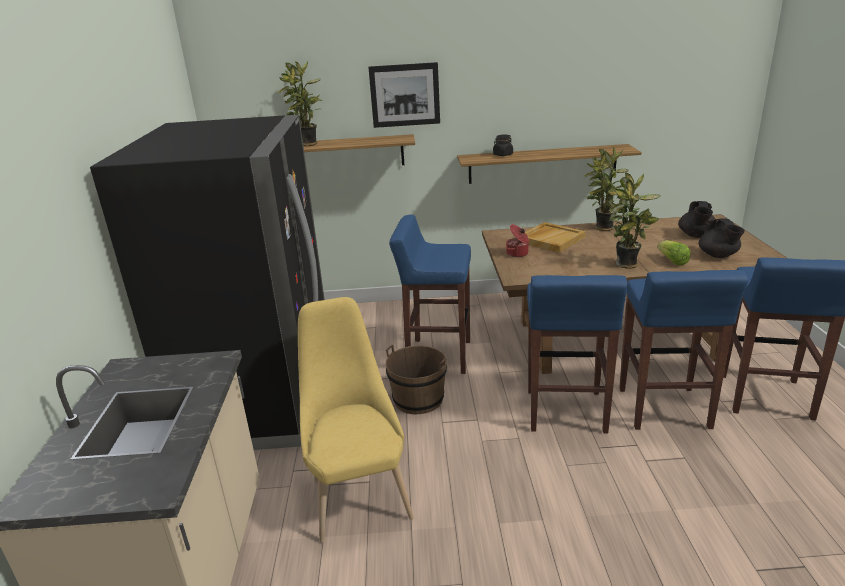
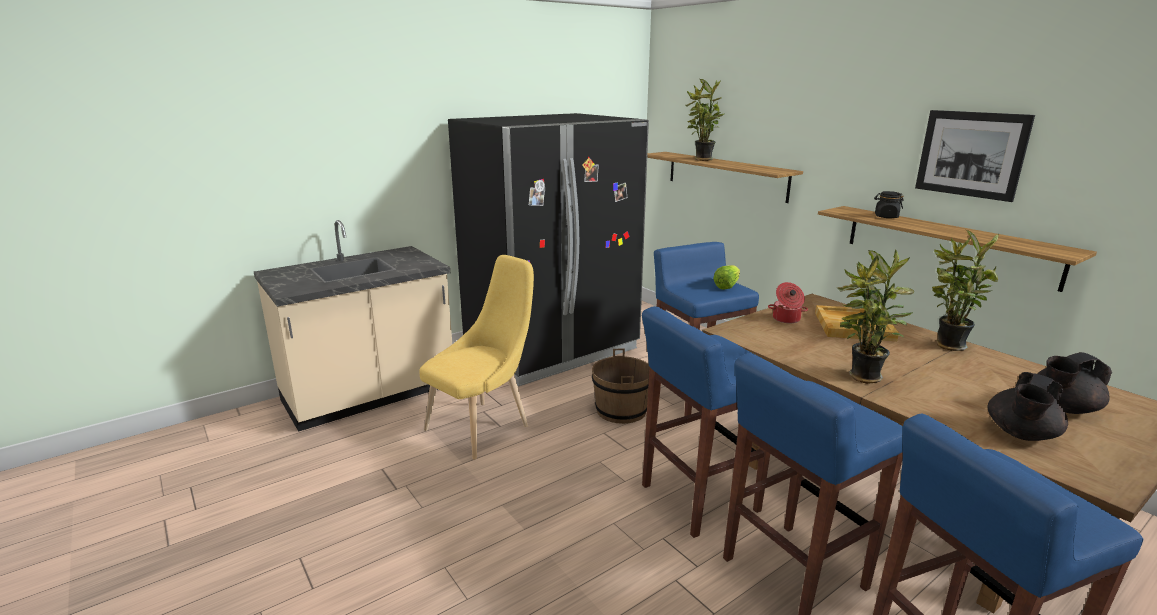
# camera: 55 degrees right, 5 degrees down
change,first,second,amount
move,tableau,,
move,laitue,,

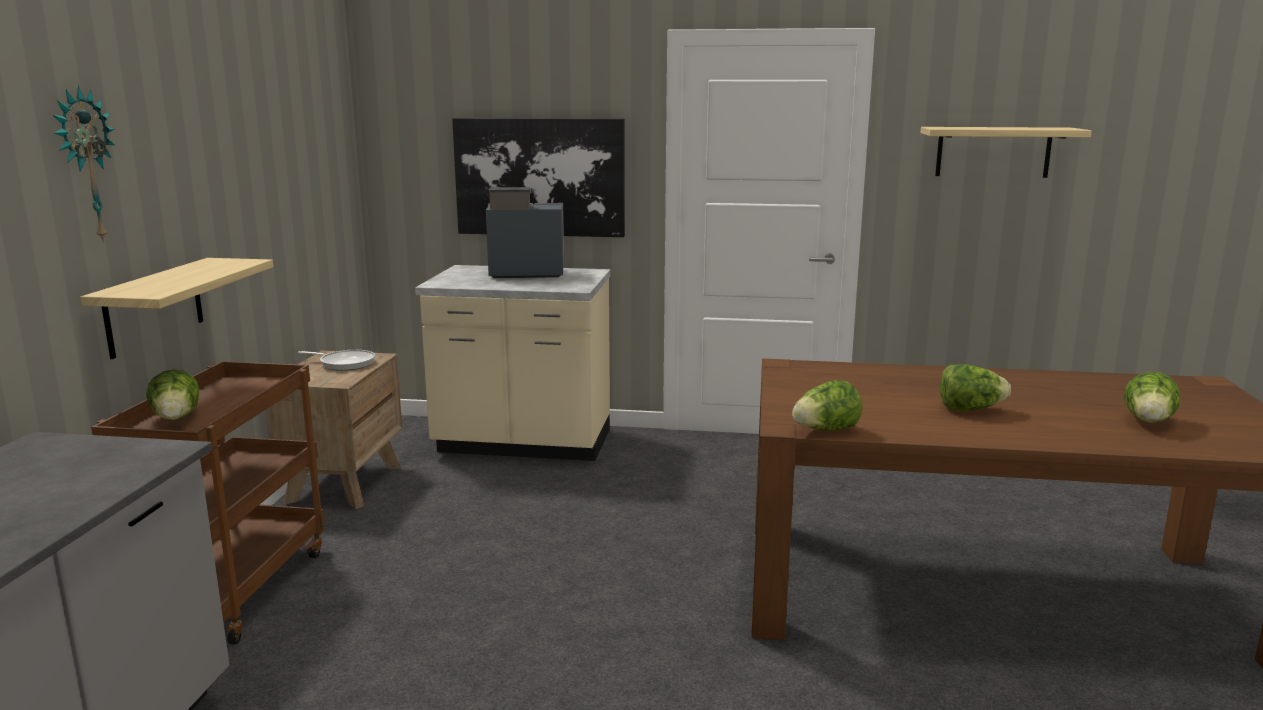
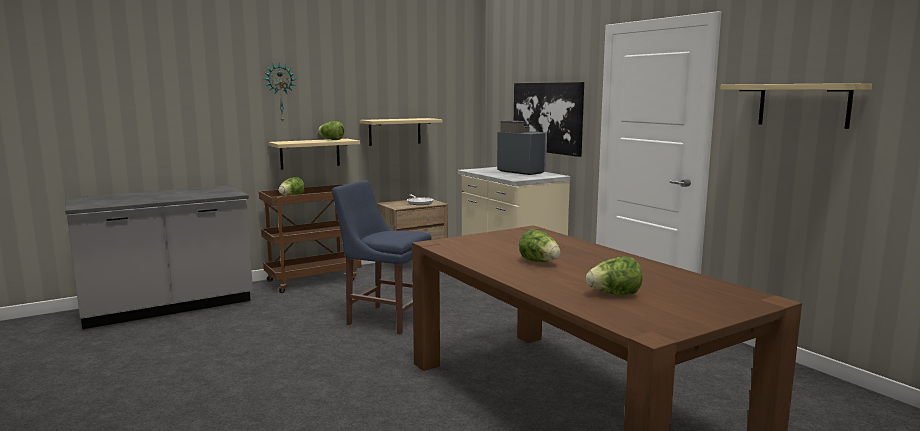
# camera: 50 degrees right, 5 degrees down
change,first,second,amount
move,laitue (2nd from left),,
insert,,chaise/bleu,
insert,,étagère (2nd from left),

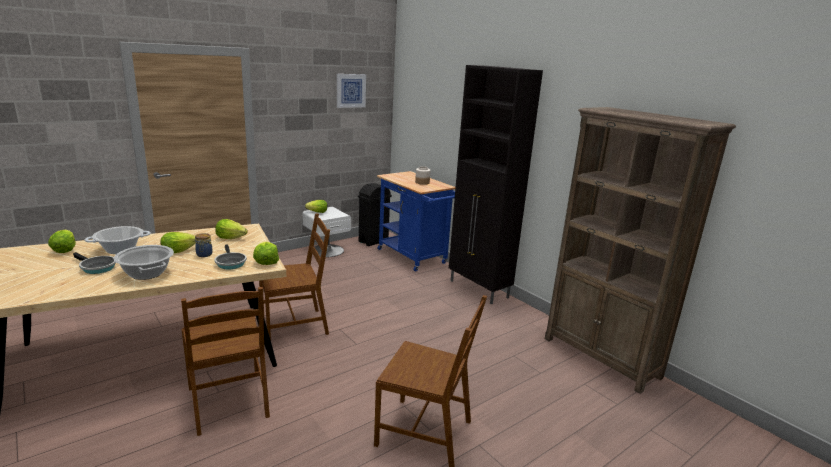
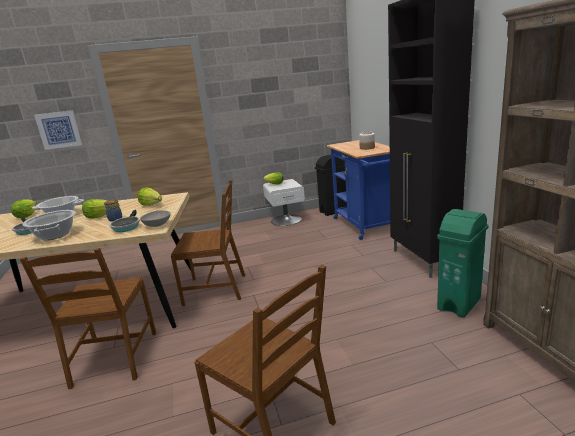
# camera: 25 degrees right, 0 degrees up
change,first,second,amount
replace,laitue (4th from left),bol/gris,
move,tableau,,
insert,,poubelle/vert,

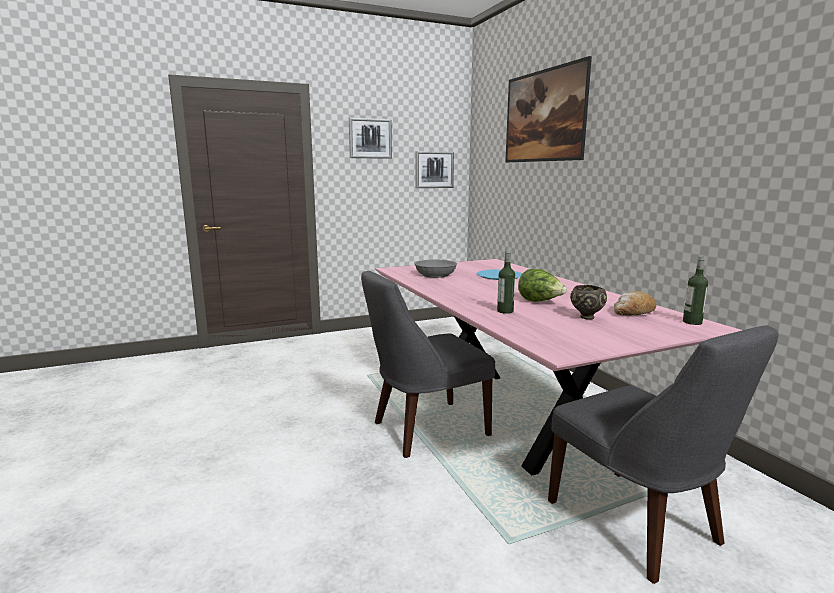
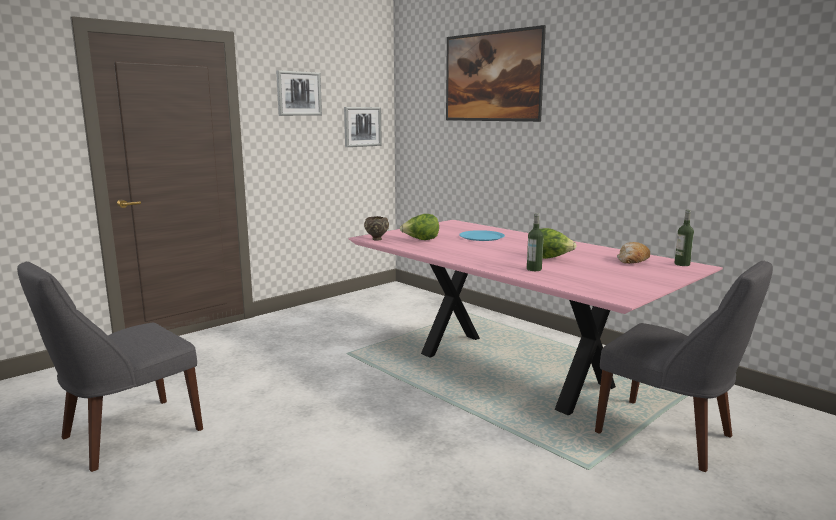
# camera: 20 degrees left, 0 degrees up
change,first,second,amount
move,chaise/gris (1st from left),,
replace,bol/gris,laitue (1st from left),
move,bol/marron,,

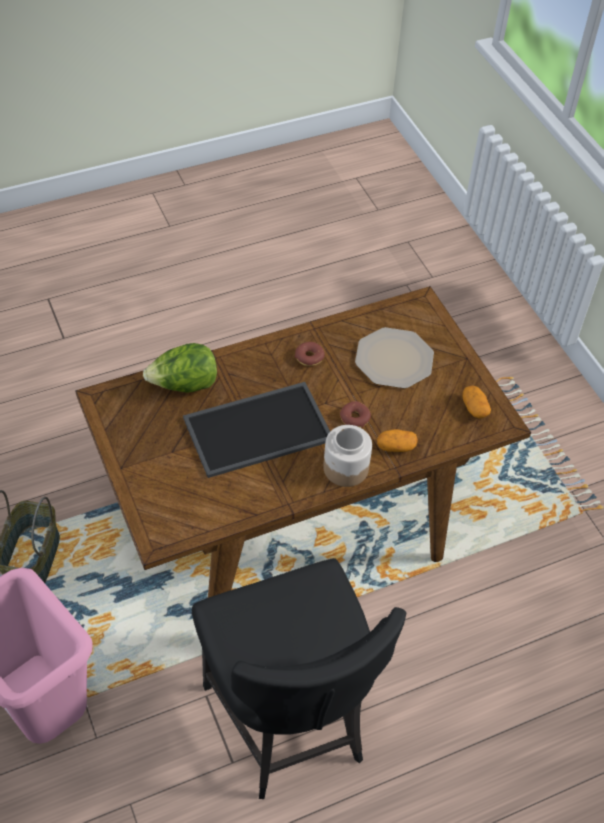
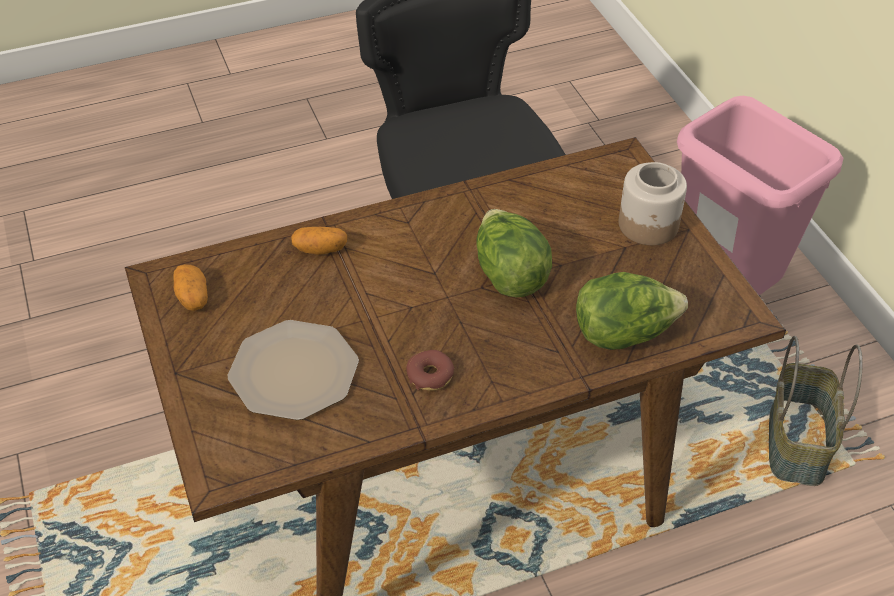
# camera: 175 degrees left, 5 degrees down
change,first,second,amount
replace,plateau,laitue (1st from left),
move,bocal,,
delete,beignet (2nd from left),,

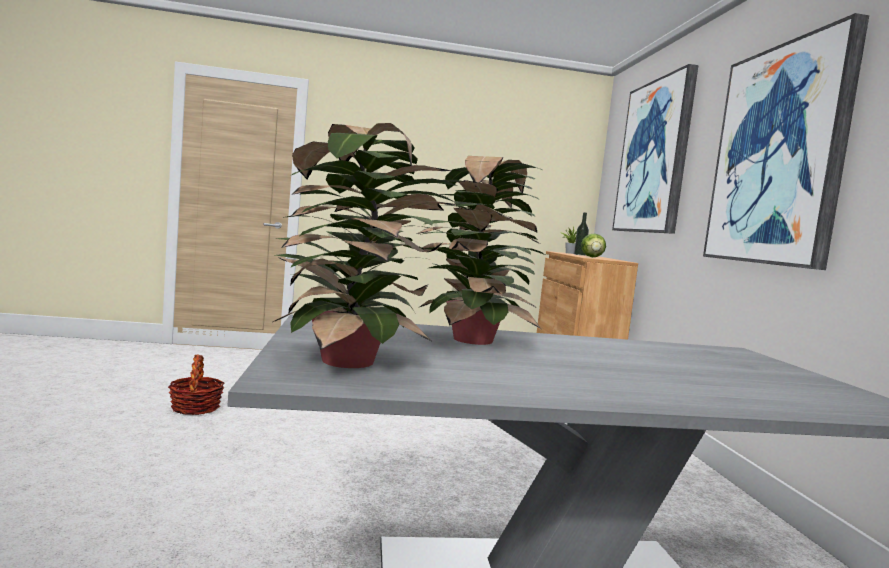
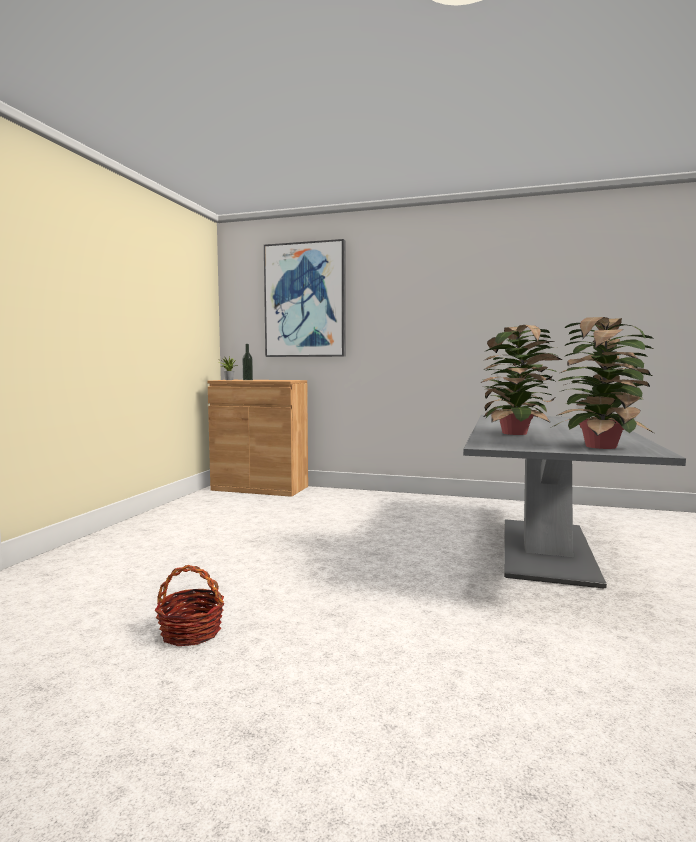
# camera: 65 degrees left, 0 degrees up
change,first,second,amount
delete,laitue,,
delete,tableau (2nd from left),,

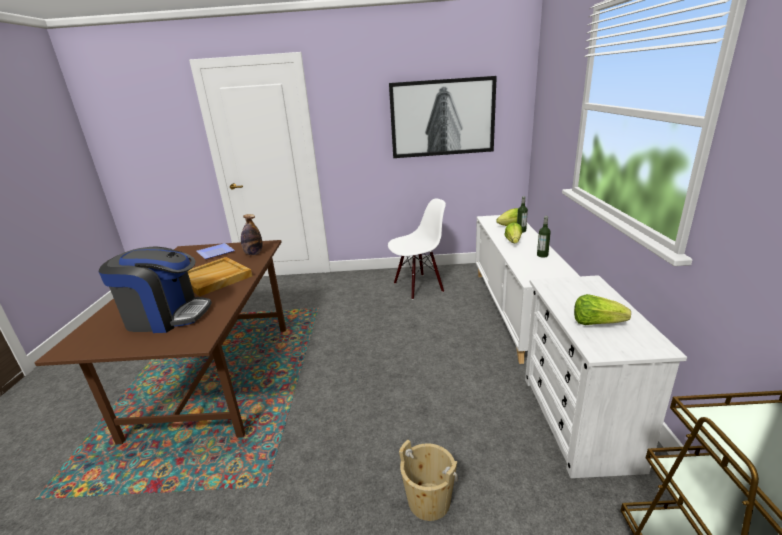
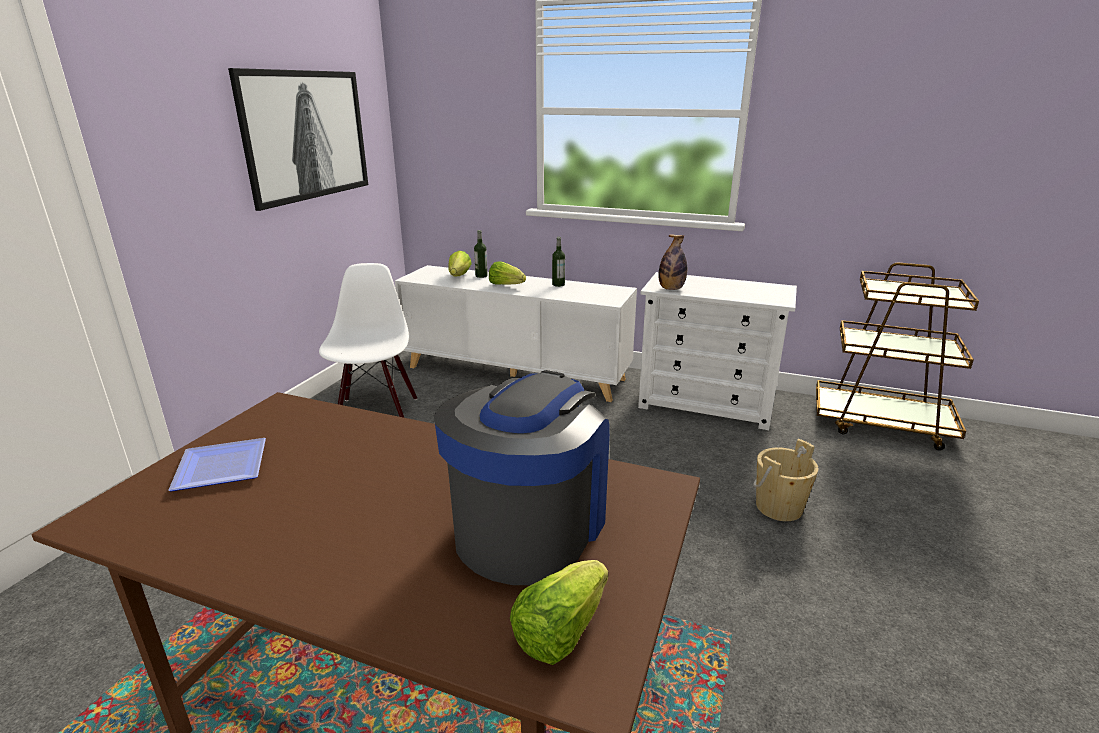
# camera: 70 degrees left, 0 degrees up
change,first,second,amount
delete,plateau/beige,,
move,bouteille (1st from left in the first image),bouteille (3rd from left),
move,laitue (3rd from left),,

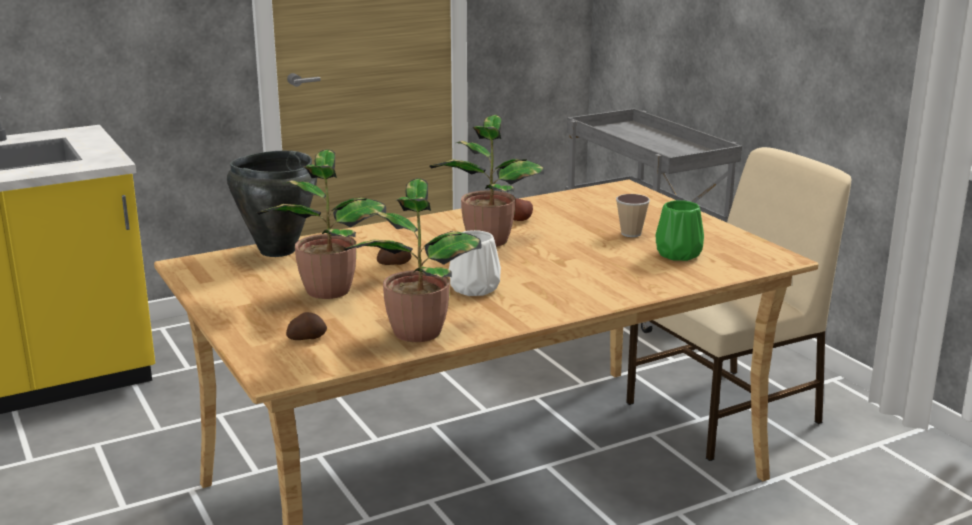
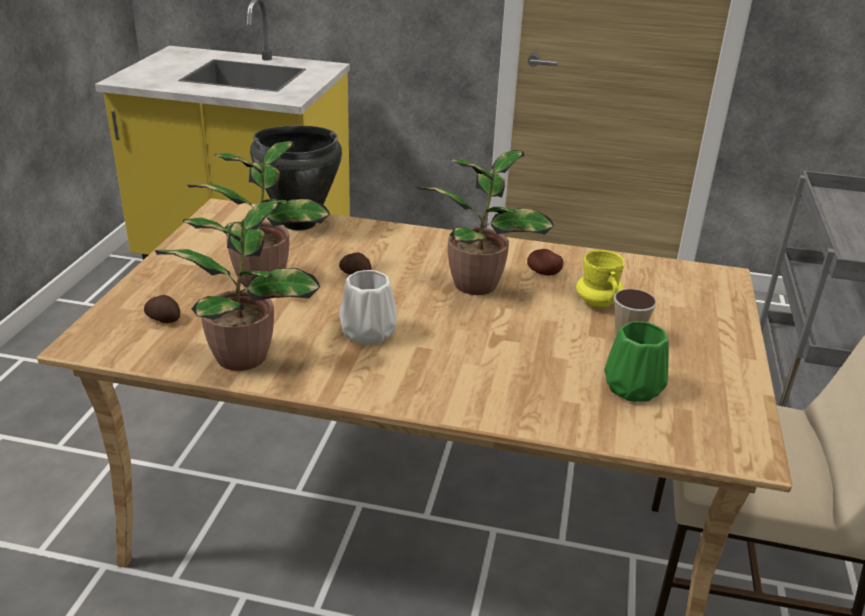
# camera: 40 degrees right, 10 degrees up
change,first,second,amount
insert,,mug/jaune,

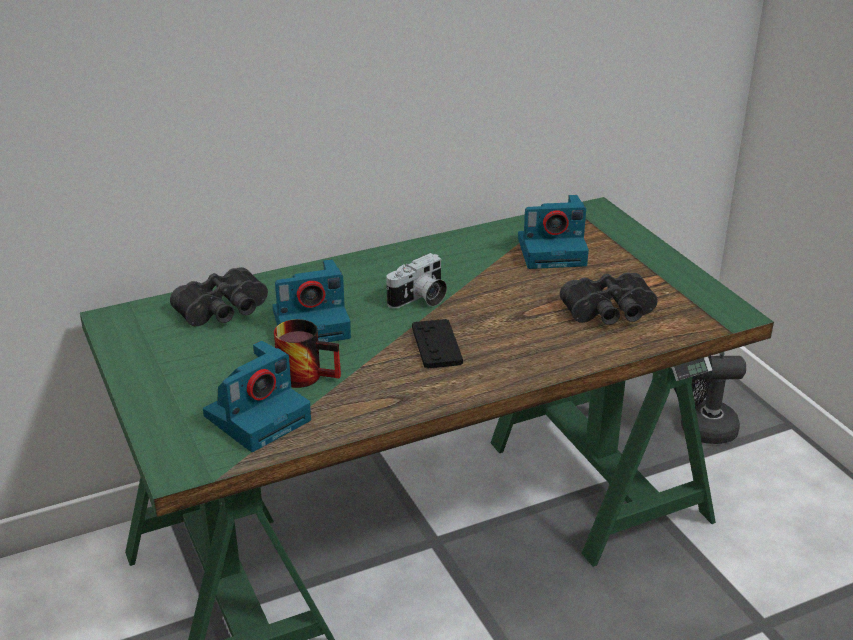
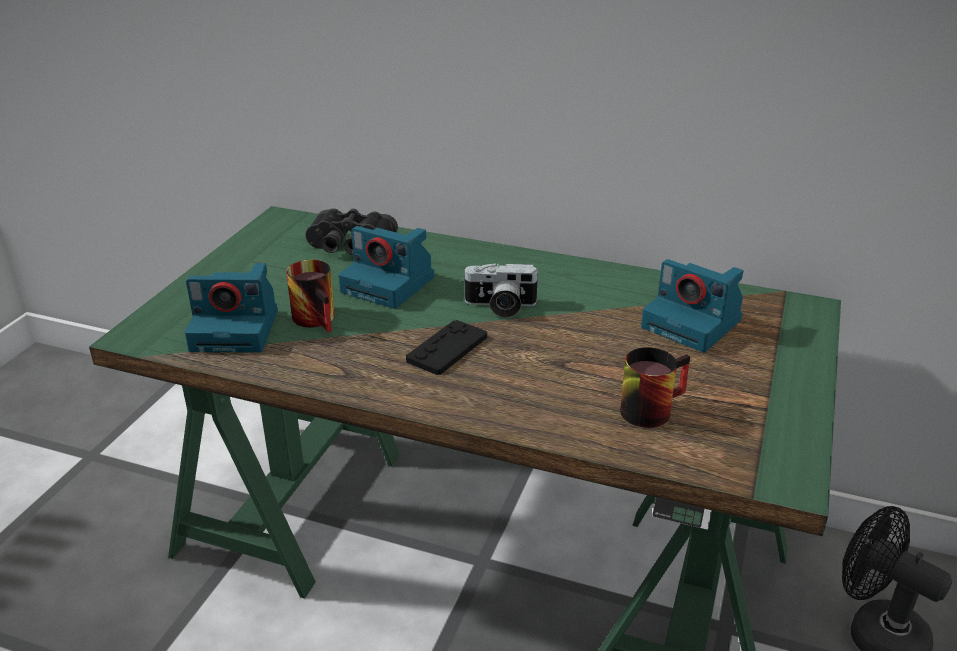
# camera: 45 degrees right, 0 degrees up
change,first,second,amount
replace,jumelles/noir (2nd from left),mug (2nd from left),

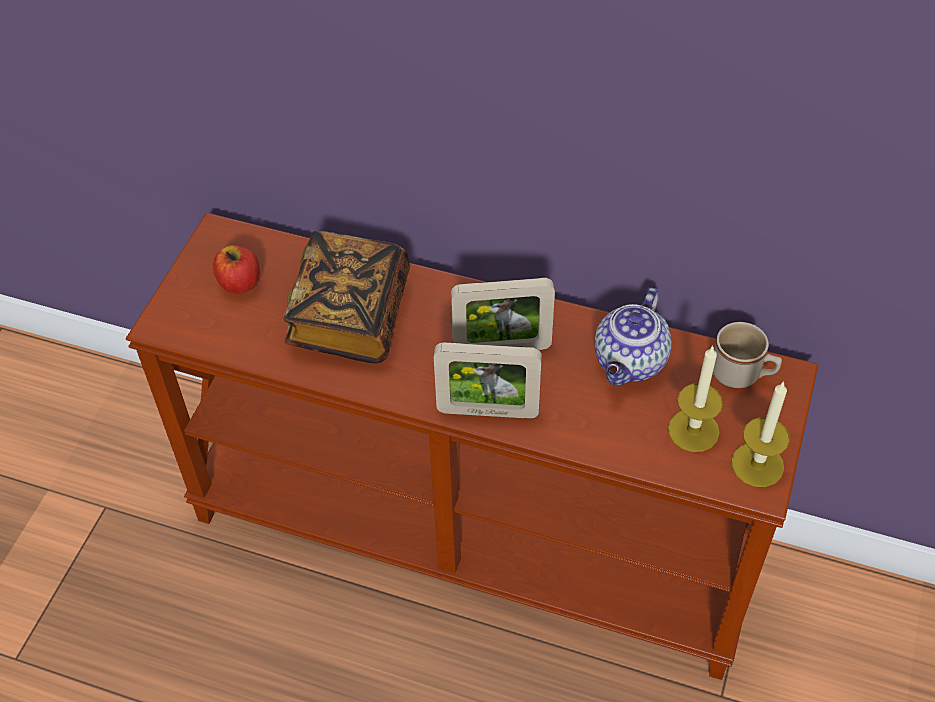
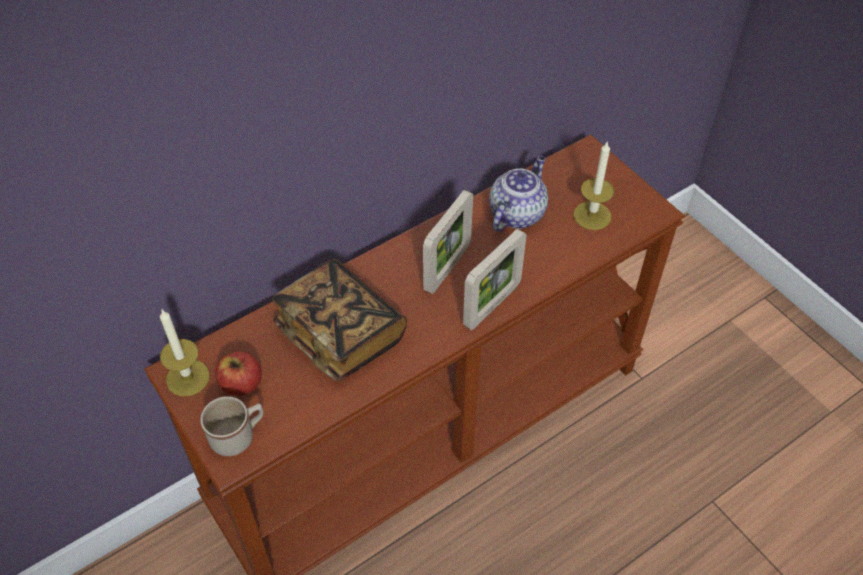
# camera: 55 degrees left, 0 degrees up
change,first,second,amount
rotate,théière,,120 degrees counterclockwise
move,mug/beige,,
move,bougie (2nd from left in the first image),bougie (1st from left),

